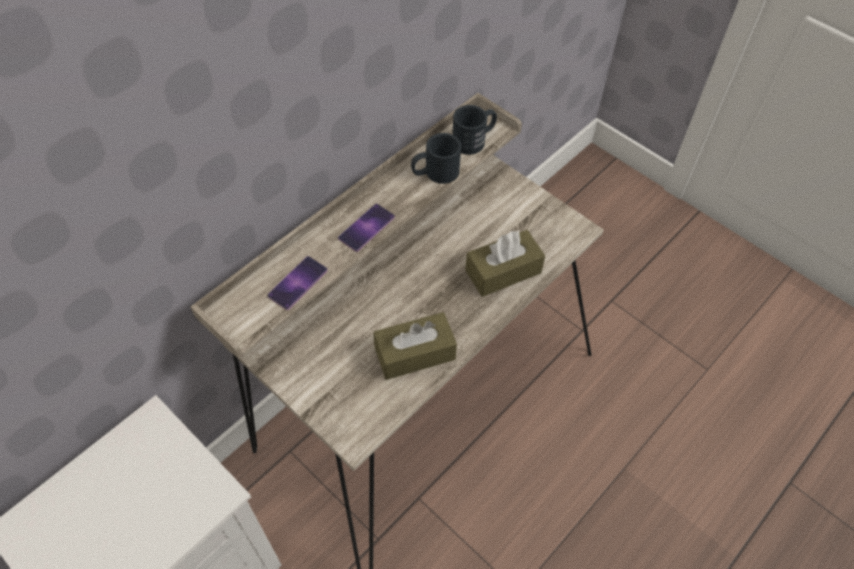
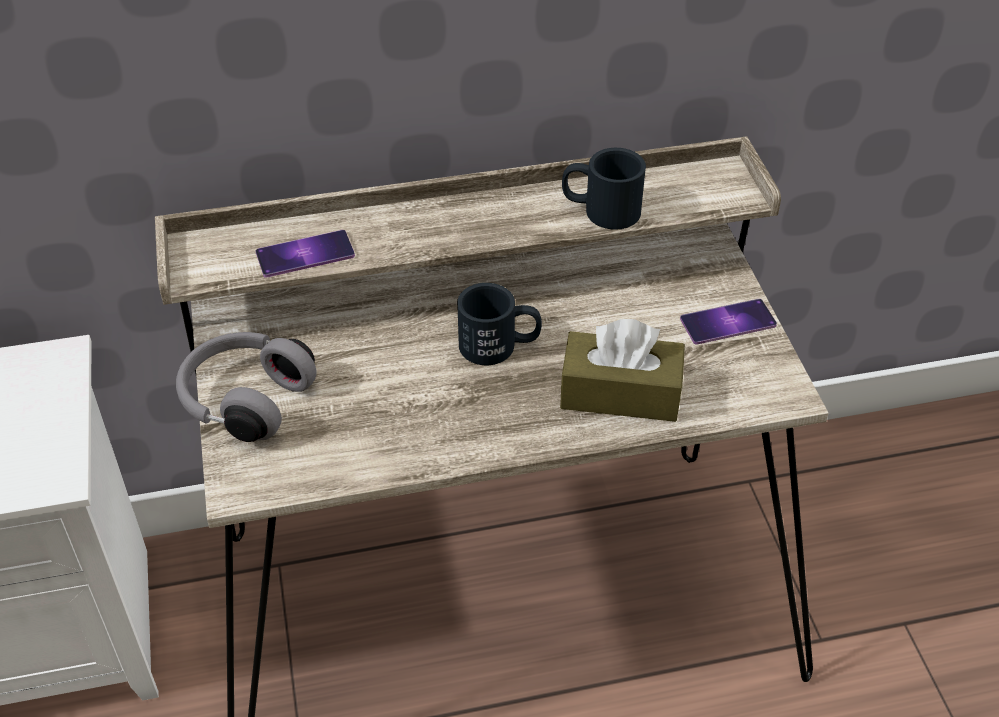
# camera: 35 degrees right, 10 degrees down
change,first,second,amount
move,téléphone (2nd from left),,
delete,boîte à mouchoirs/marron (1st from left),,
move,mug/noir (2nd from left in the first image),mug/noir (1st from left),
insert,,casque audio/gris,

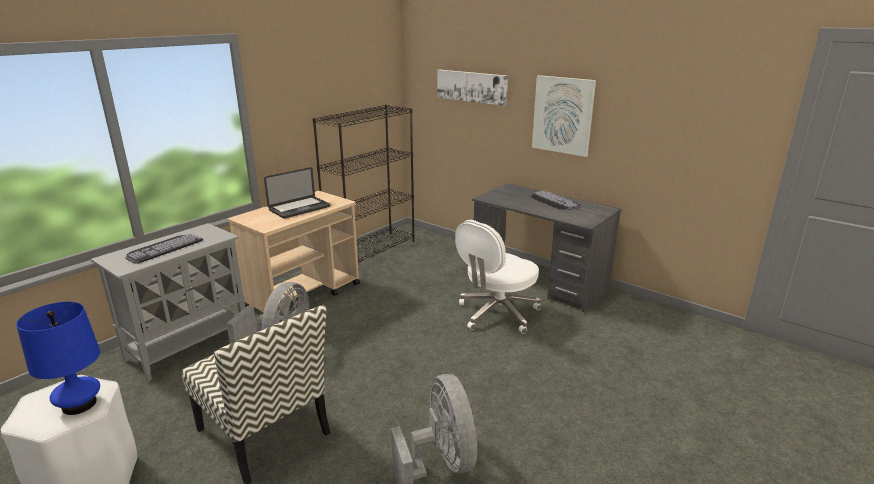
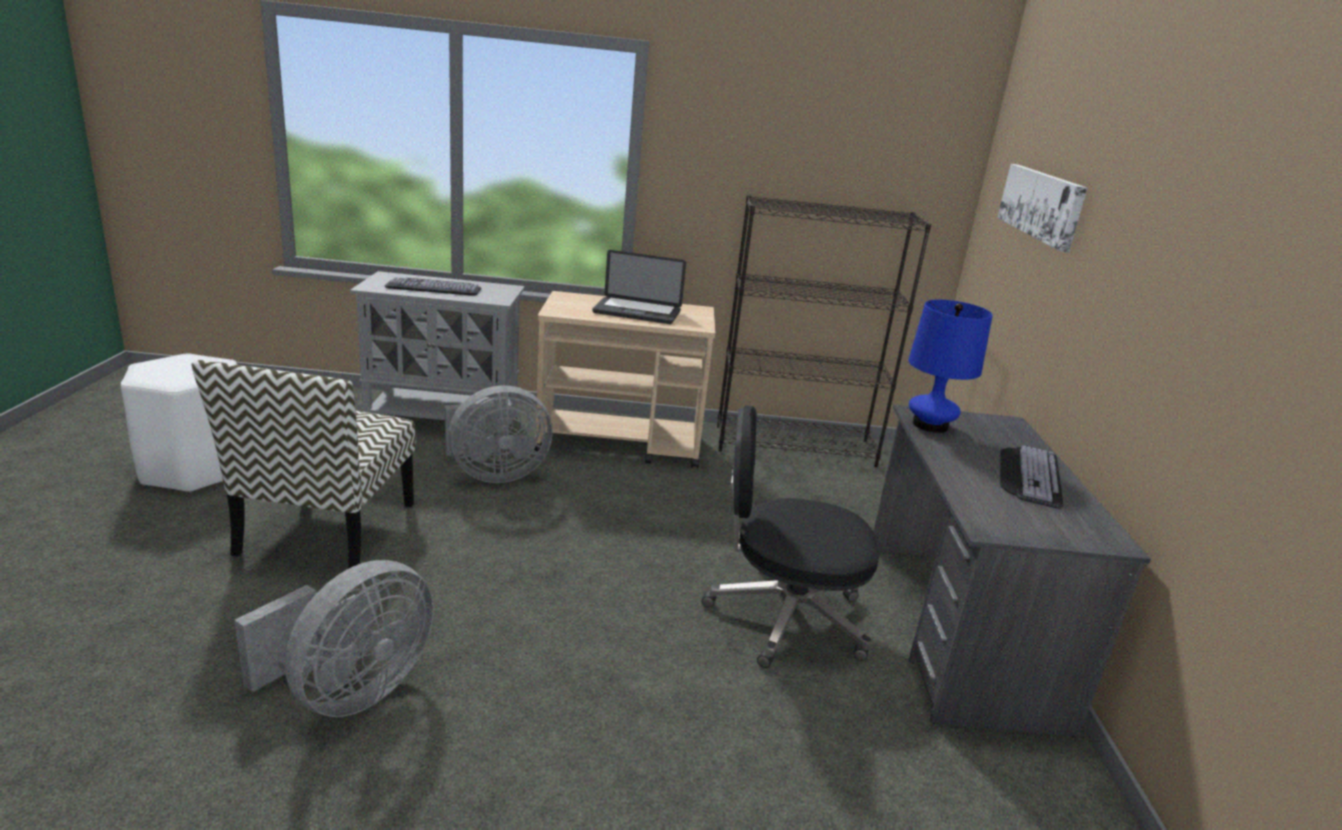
# camera: 50 degrees right, 0 degrees up
change,first,second,amount
move,lampe de table/bleu,,
recolor,chaise de bureau/blanc,chaise de bureau/noir,
delete,tableau (2nd from left),,

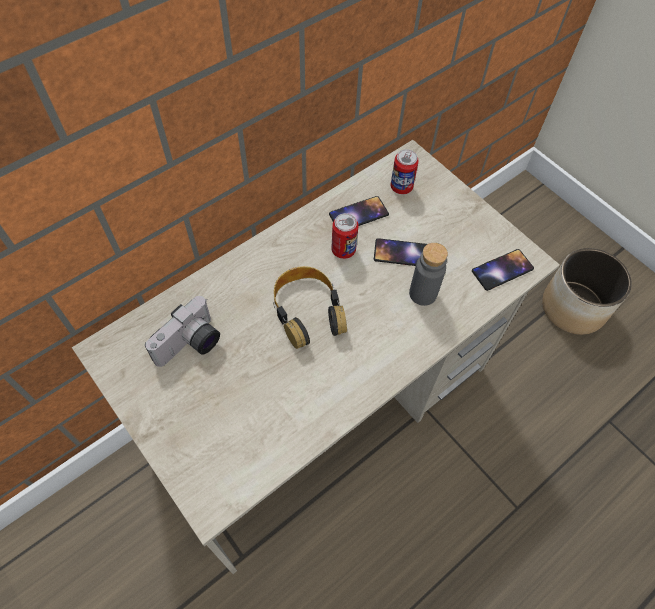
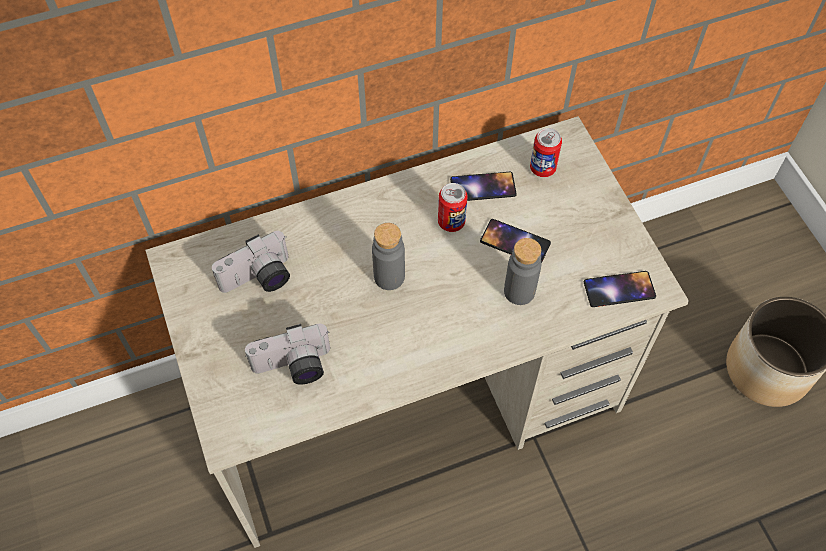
# camera: 20 degrees right, 0 degrees up
change,first,second,amount
replace,casque audio,bouteille/gris (1st from left),
insert,,appareil photo (2nd from left),

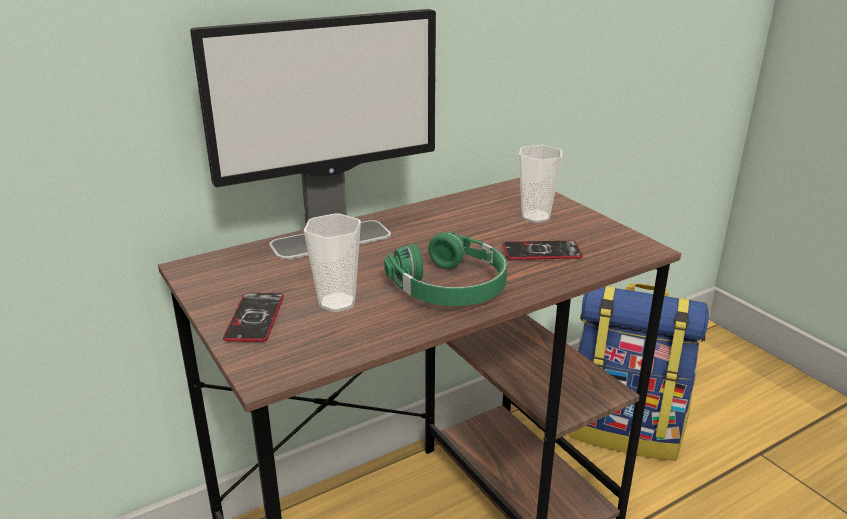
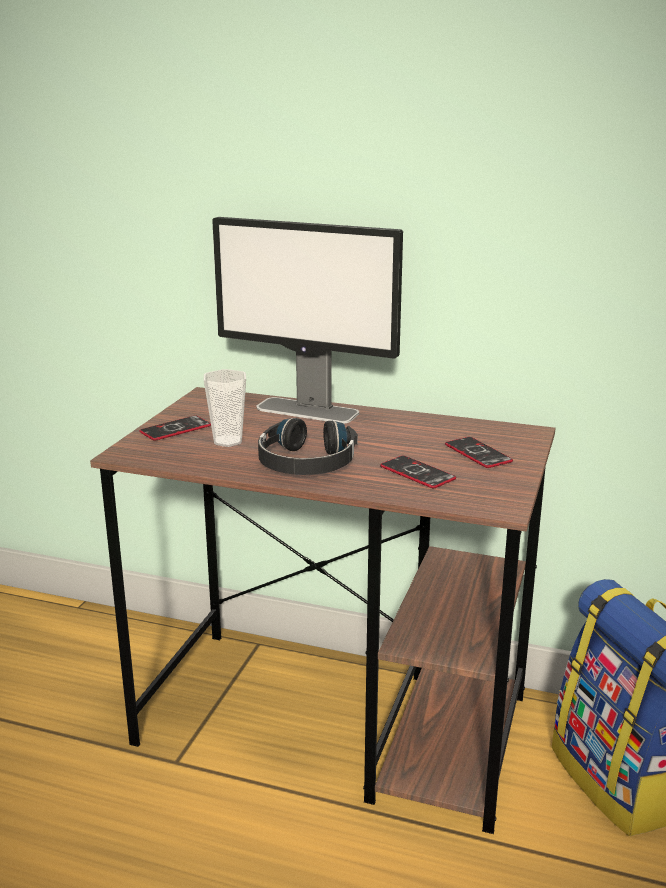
# camera: 50 degrees right, 5 degrees down
change,first,second,amount
recolor,casque audio/vert,casque audio/noir,
replace,tasse (2nd from left),téléphone (3rd from left),

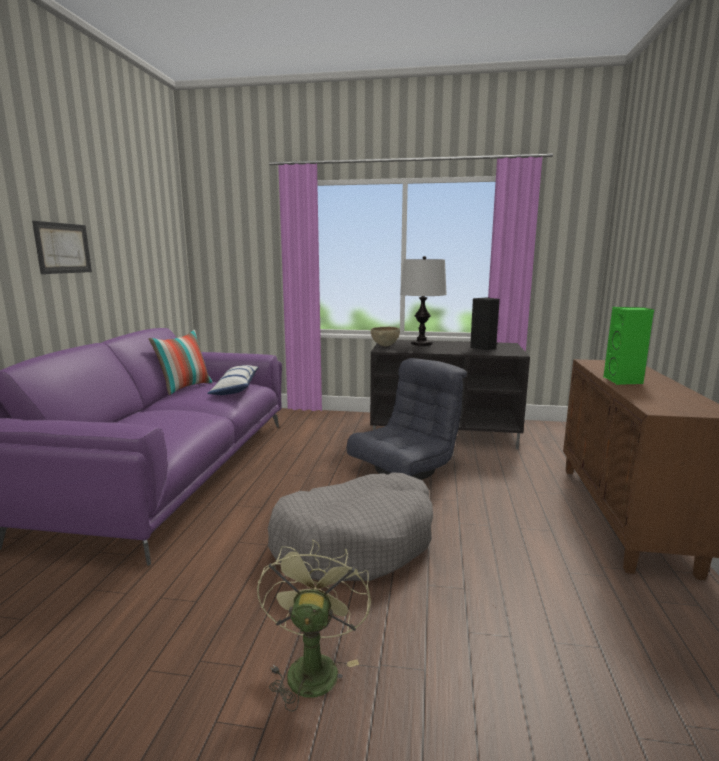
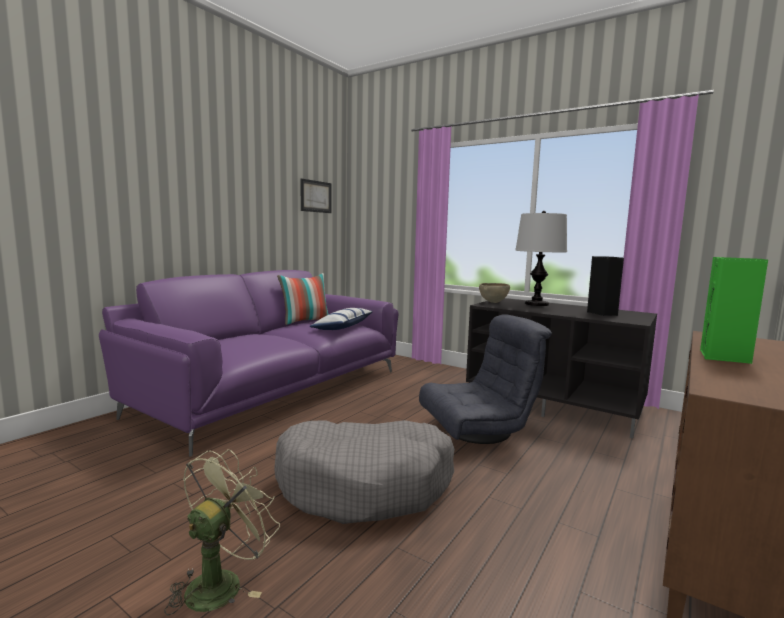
# camera: 25 degrees right, 5 degrees down
change,first,second,amount
move,tableau,,

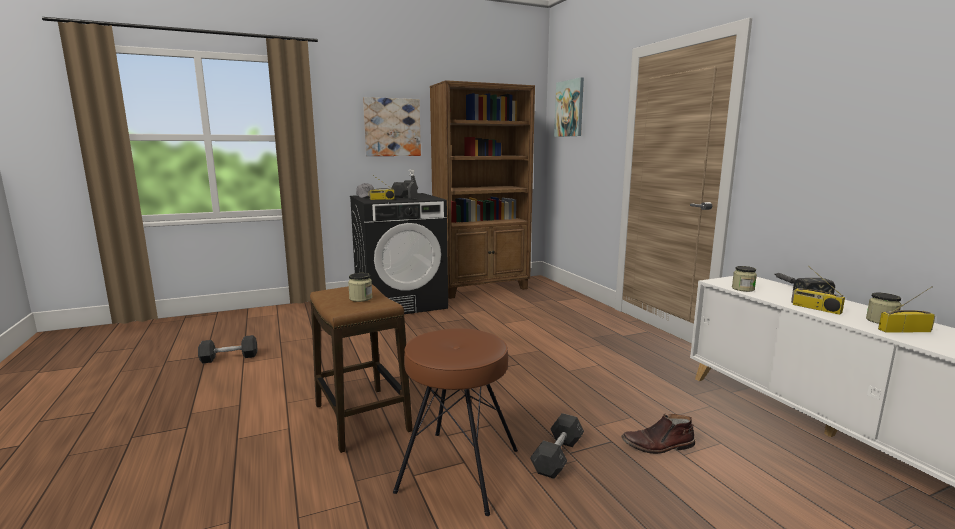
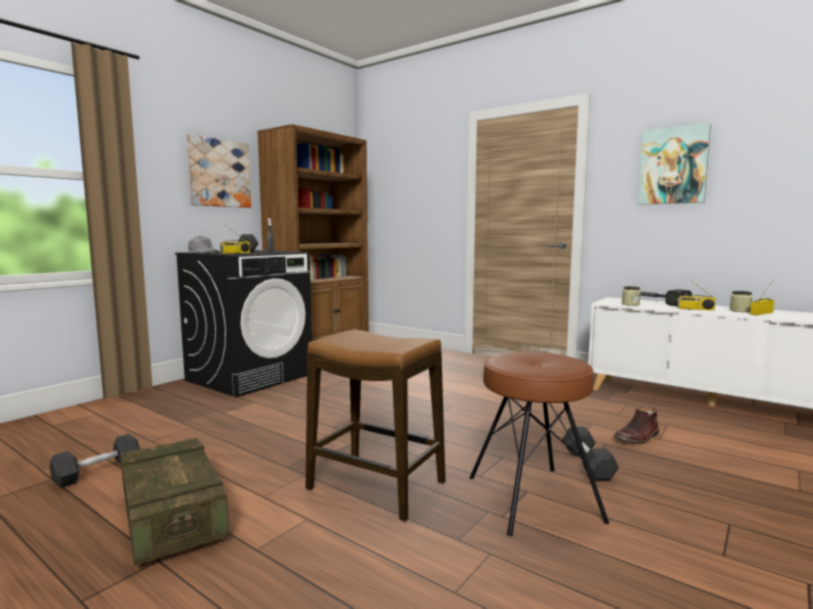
# camera: 30 degrees left, 5 degrees down
change,first,second,amount
delete,bocal (1st from left),,
move,tableau (2nd from left),,
insert,,caisse,

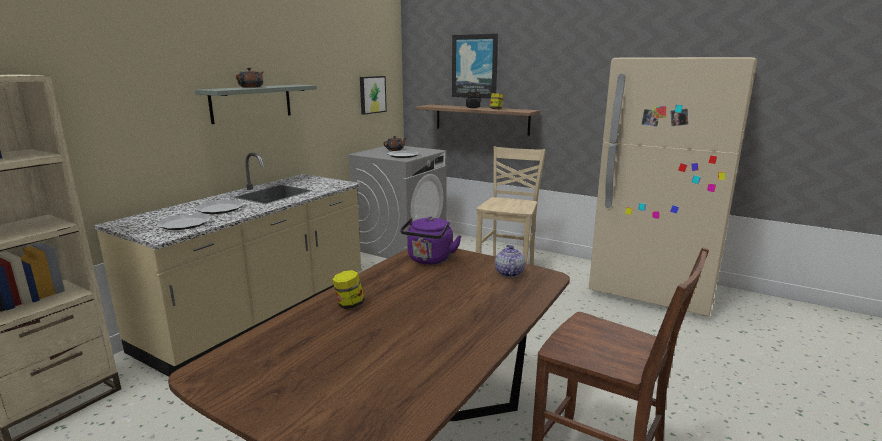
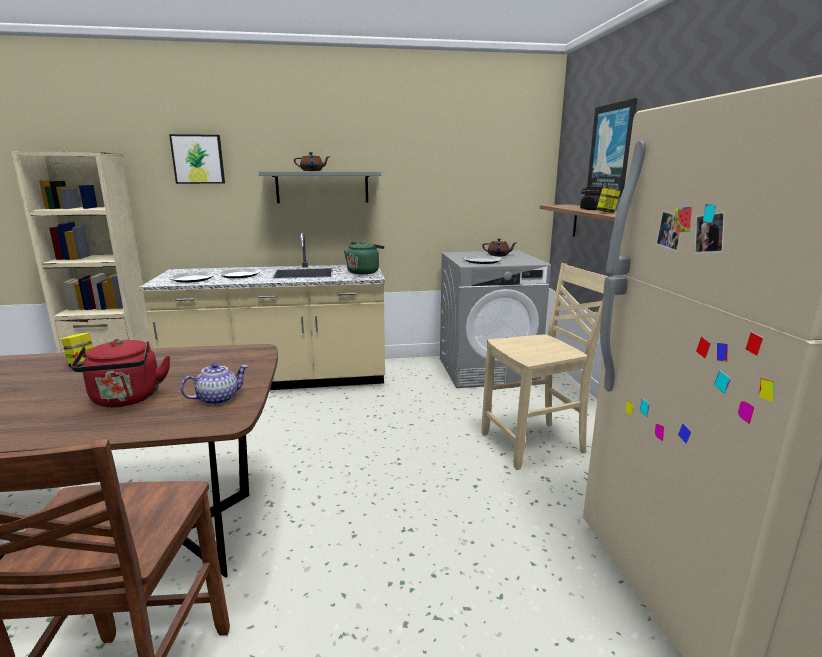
# camera: 50 degrees right, 0 degrees up
change,first,second,amount
move,tableau (1st from left),,
delete,bouilloire/violet,,
insert,,bouilloire/rouge,
insert,,bouilloire/vert,

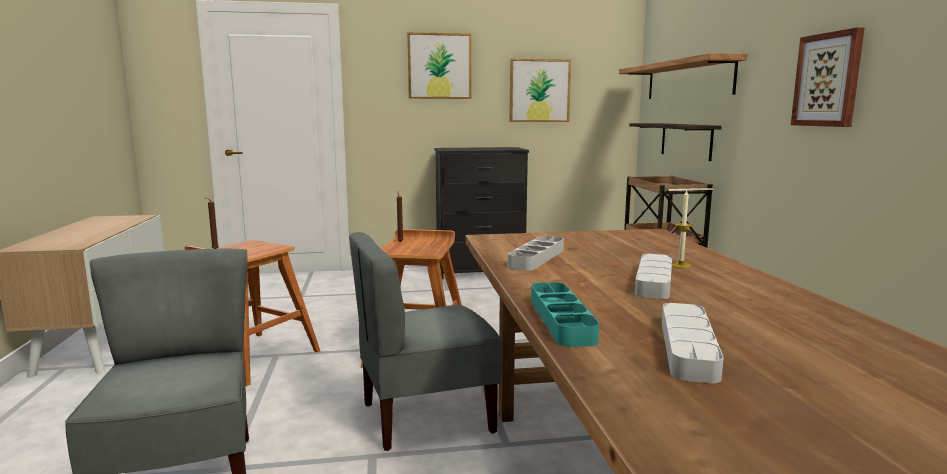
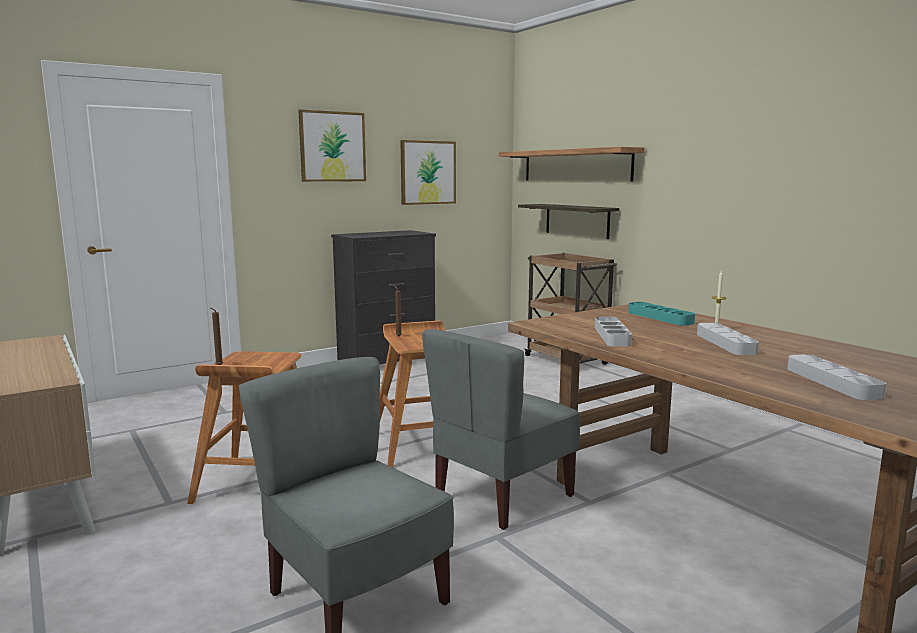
# camera: 25 degrees left, 0 degrees up
change,first,second,amount
move,plateau/turquoise,,
delete,tableau (3rd from left),,

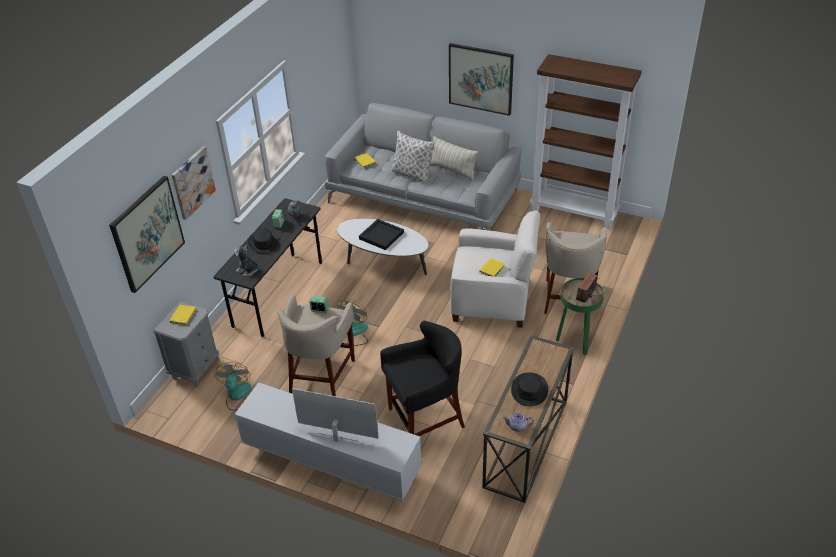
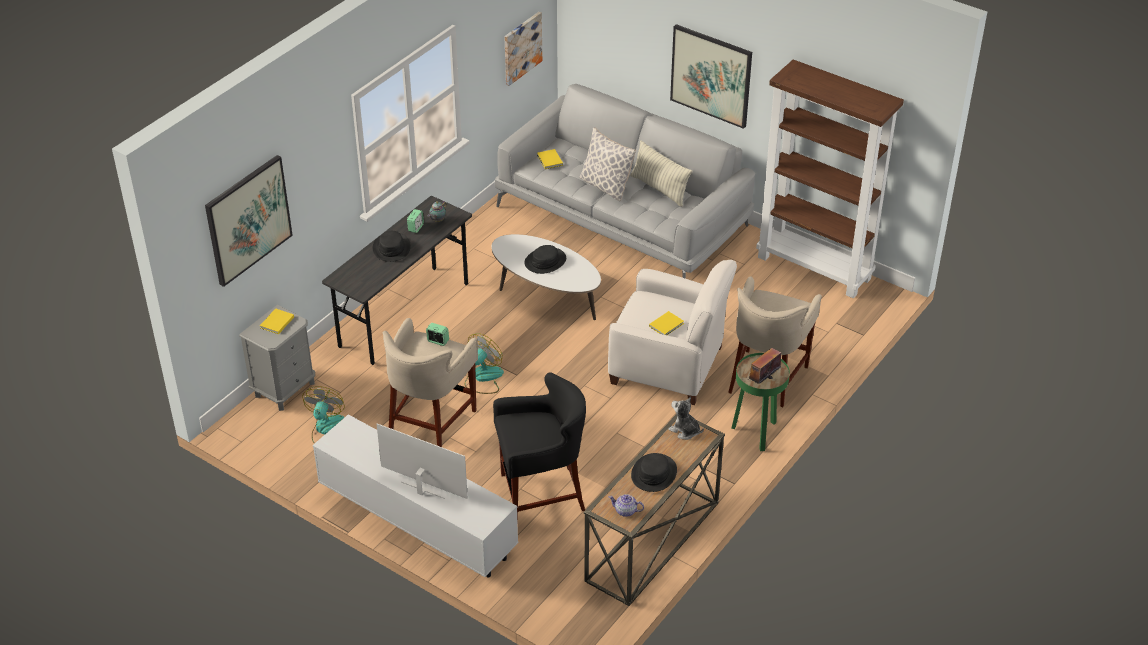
# camera: 10 degrees right, 0 degrees up
change,first,second,amount
move,tableau (2nd from left),,
move,peluche,,
replace,plateau/noir,chapeau/noir (2nd from left),

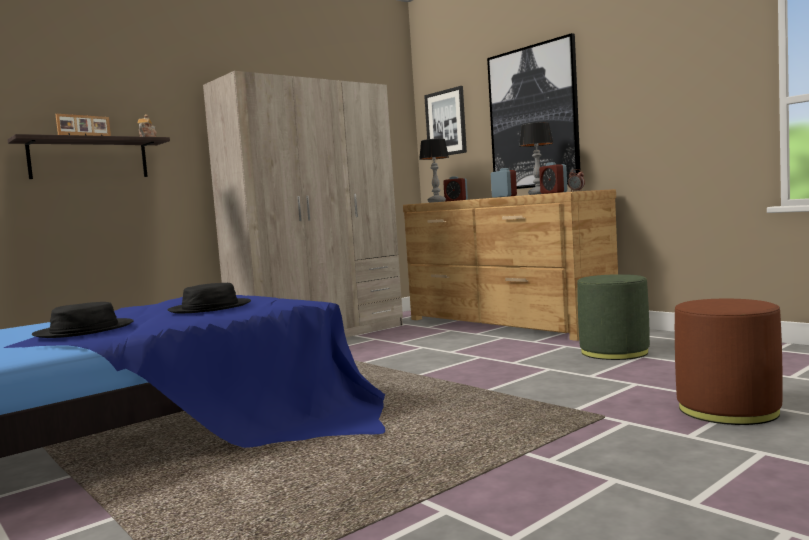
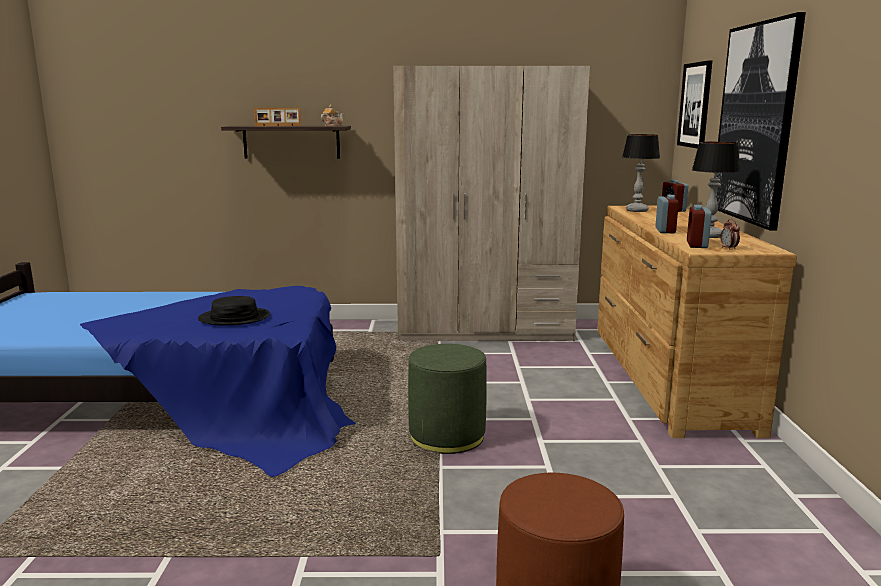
# camera: 40 degrees right, 10 degrees up
change,first,second,amount
delete,chapeau/noir (1st from left),,
move,pouf/vert,,

